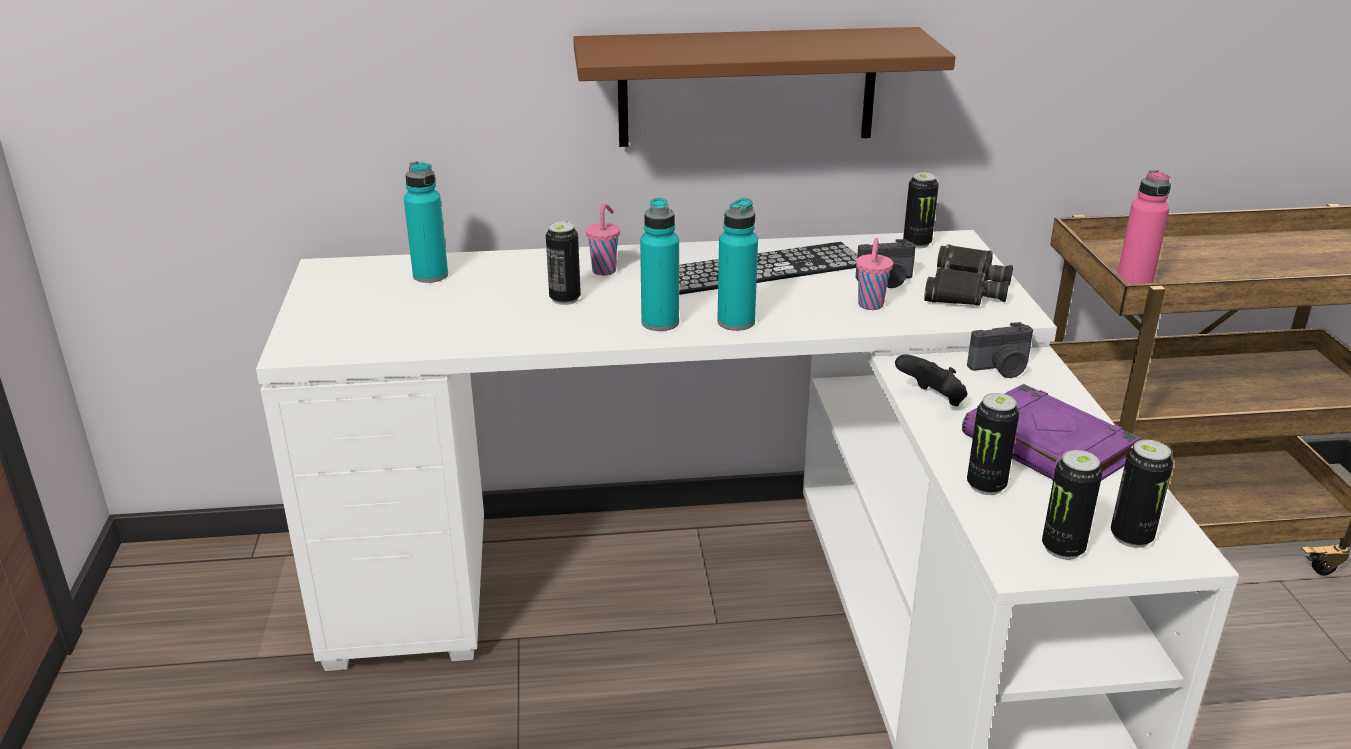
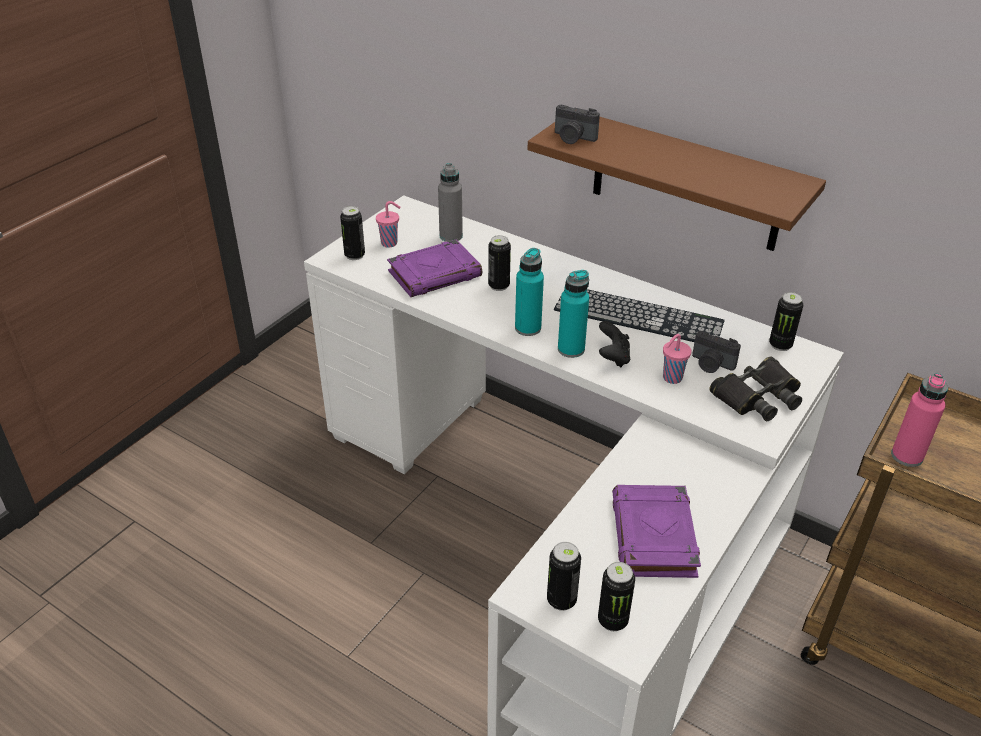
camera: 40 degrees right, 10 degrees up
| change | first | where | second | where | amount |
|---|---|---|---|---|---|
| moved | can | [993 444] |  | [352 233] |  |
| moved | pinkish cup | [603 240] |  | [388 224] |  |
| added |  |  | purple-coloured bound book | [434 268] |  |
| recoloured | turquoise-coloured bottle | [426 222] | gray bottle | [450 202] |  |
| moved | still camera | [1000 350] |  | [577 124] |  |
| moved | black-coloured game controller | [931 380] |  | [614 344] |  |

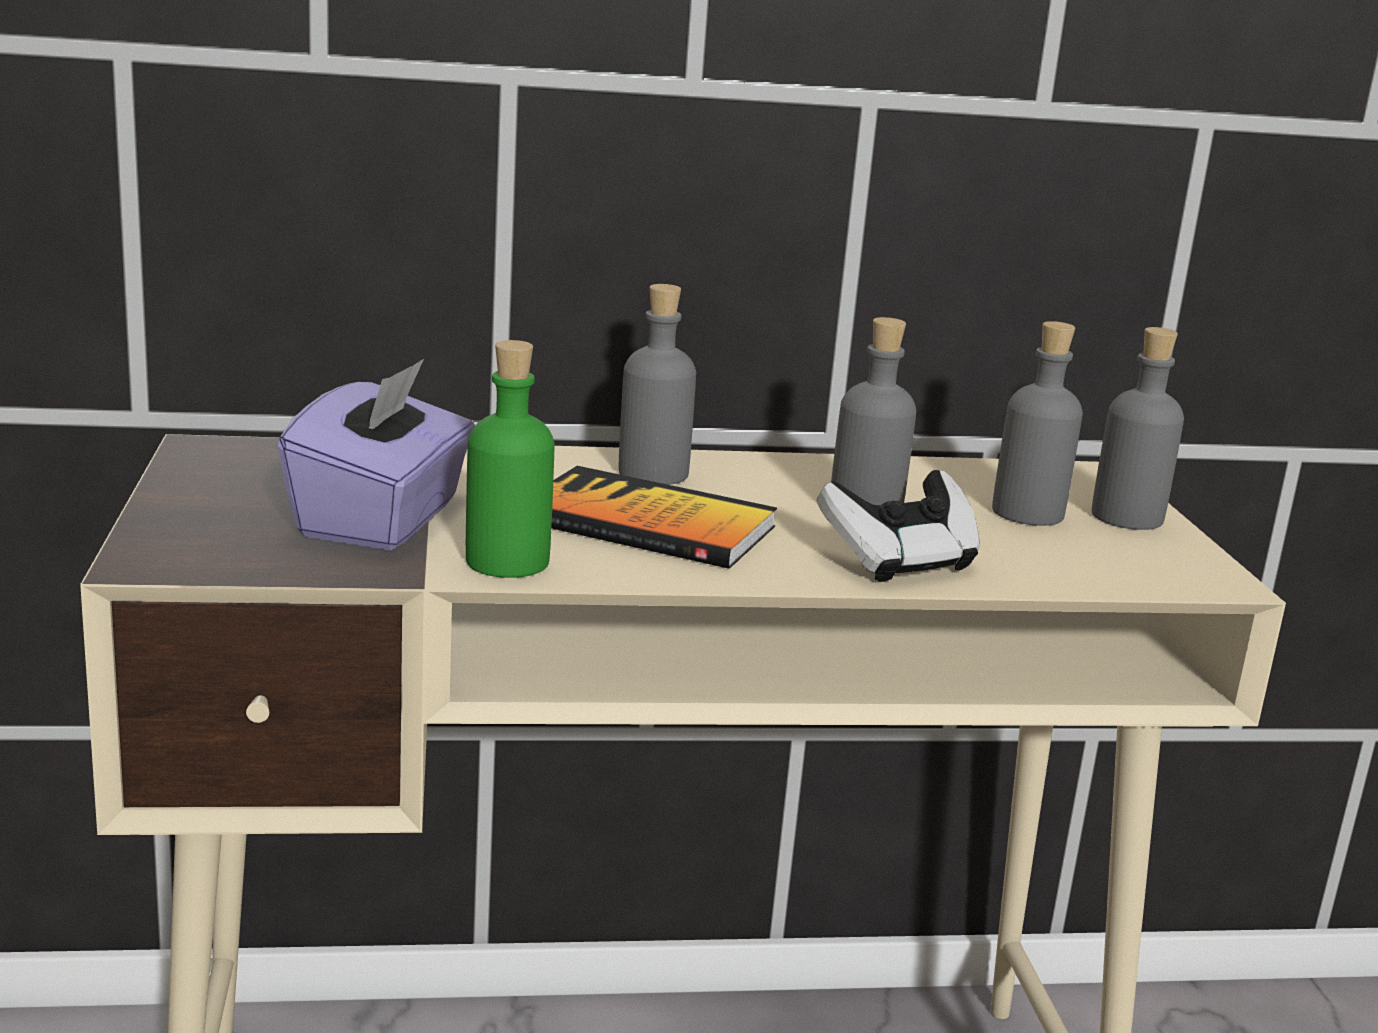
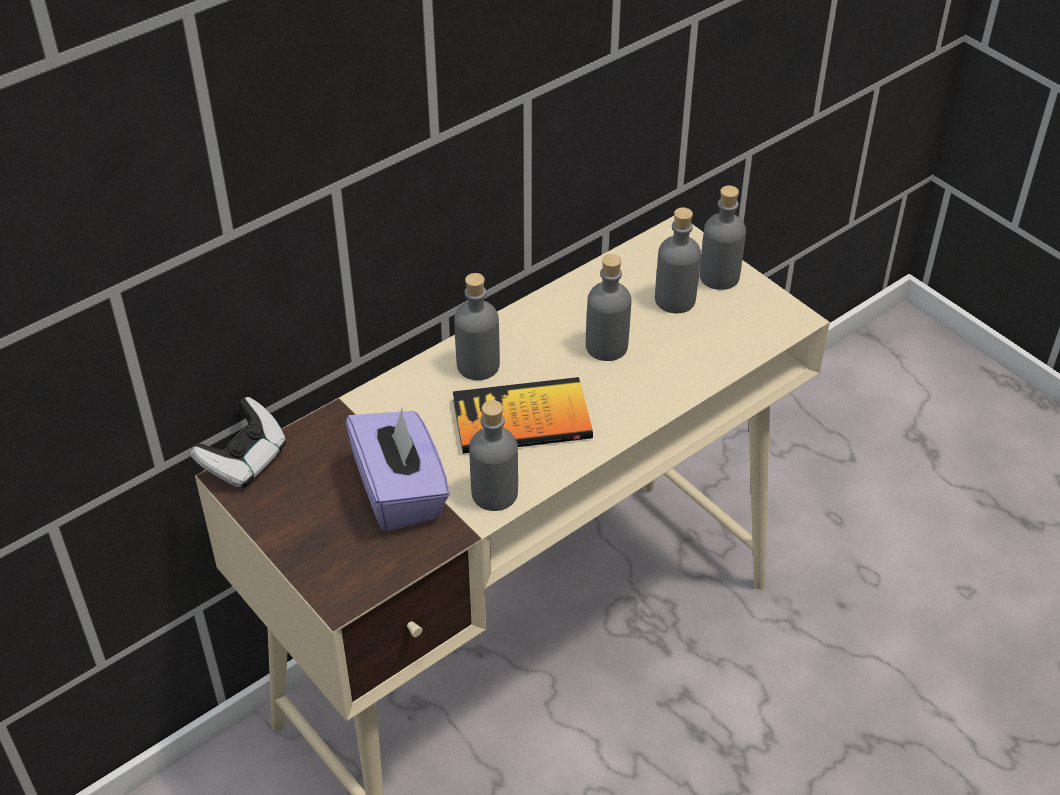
camera: 30 degrees left, 25 degrees up
| change | first | where | second | where | amount |
|---|---|---|---|---|---|
| moved | game controller | [898 526] |  | [238 443] |  |
| recoloured | greenish bottle | [510 459] | gray bottle | [493 455] |  |

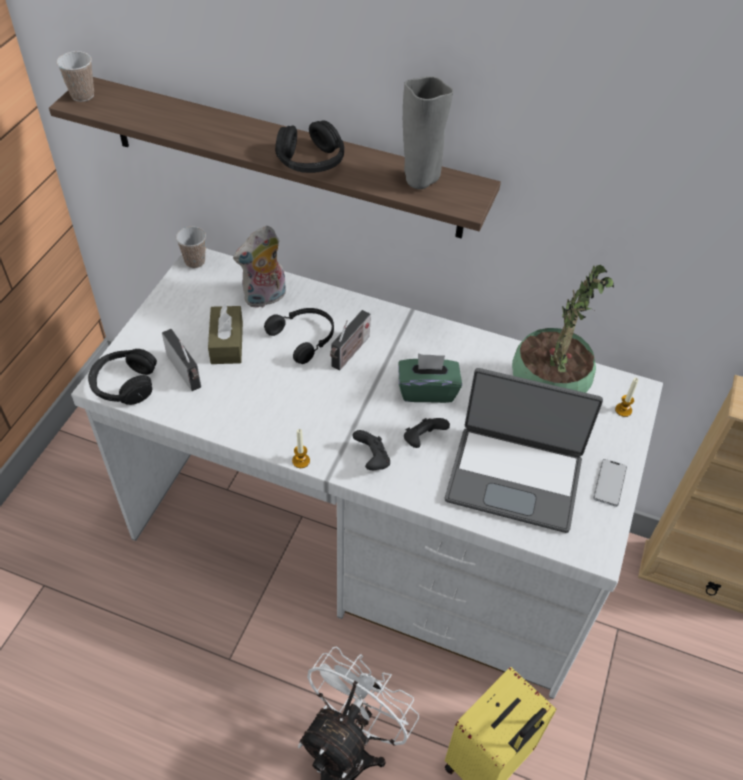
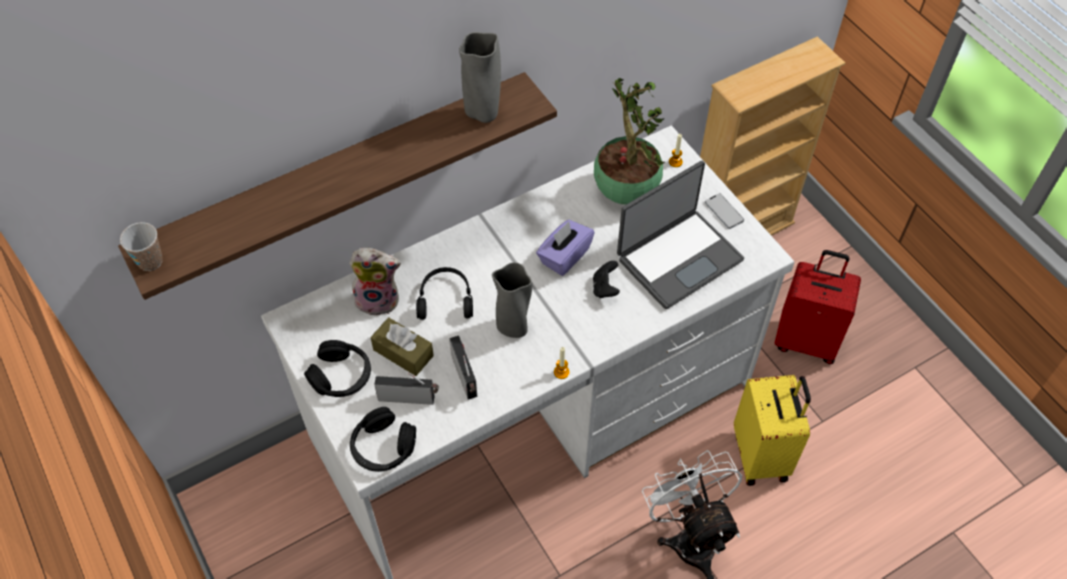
camera: 50 degrees left, 5 degrees up
| change | first | where | second | where | amount |
|---|---|---|---|---|---|
| moved | black-coloured pair of headphones | [309 146] |  | [337 368] |  |
| turned | soft toy | [259 267] |  | [375 282] | 90 degrees counterclockwise |
| moved | radio | [350 340] |  | [463 368] |  |
| added |  |  | gray flower vase | [512 300] |  |
| recoloured | greenish tissue box | [430 378] | purple-coloured tissue box | [565 248] |  |
| added |  |  | reddish travel case | [818 307] |  |
| removed | cup | [191 247] |  |  |  |
| removed | black-coloured game controller | [371 450] |  |  |  |

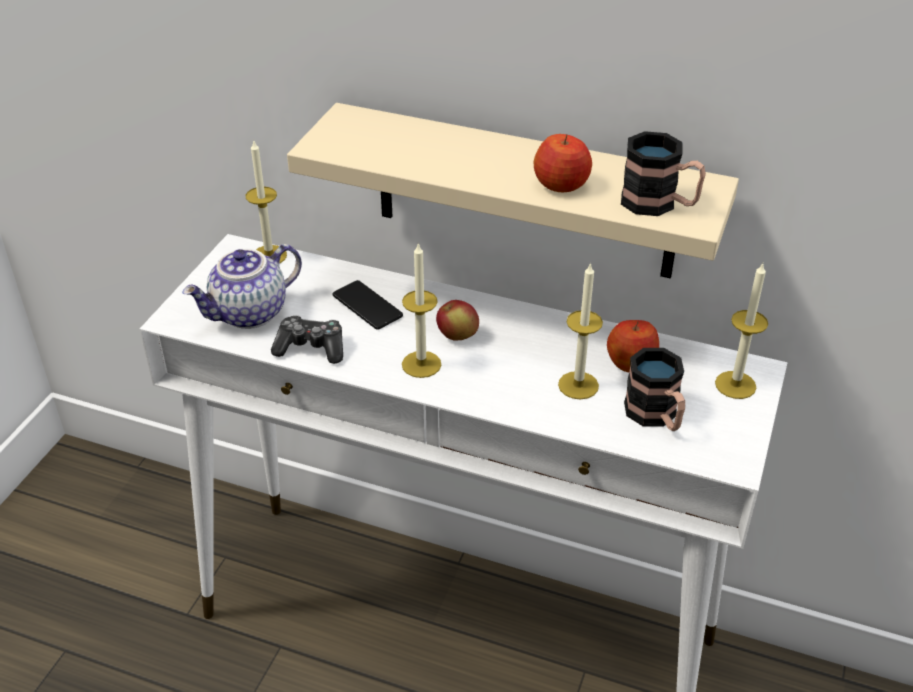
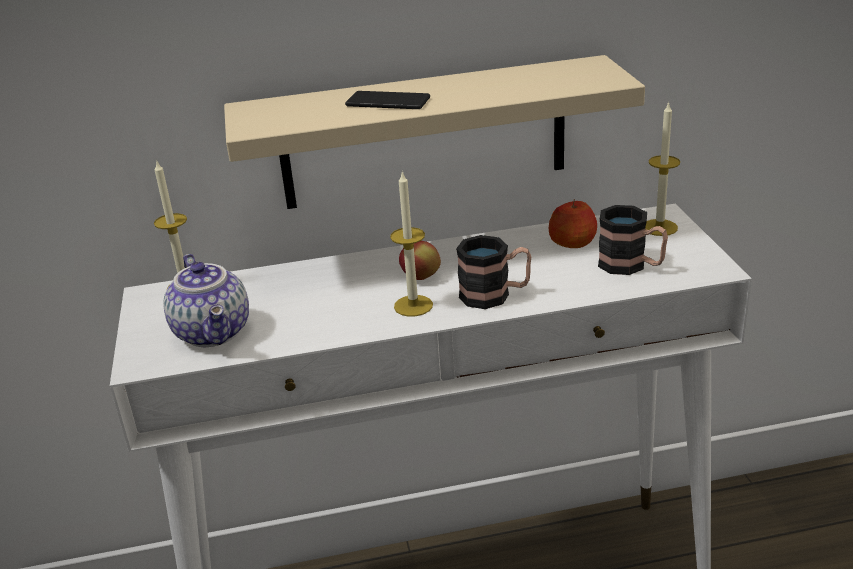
camera: 30 degrees left, 10 degrees down
| change | first | where | second | where | amount |
|---|---|---|---|---|---|
| turned | teapot | [242 286] |  | [206 300] | 45 degrees counterclockwise |
| moved | telephone | [367 305] |  | [387 100] |  |
| moved | tea mug | [663 173] |  | [493 272] |  |
| removed | game controller | [307 339] |  |  |  |
| removed | apple | [562 163] |  |  |  |
| removed | wax candle | [580 330] |  |  |  |

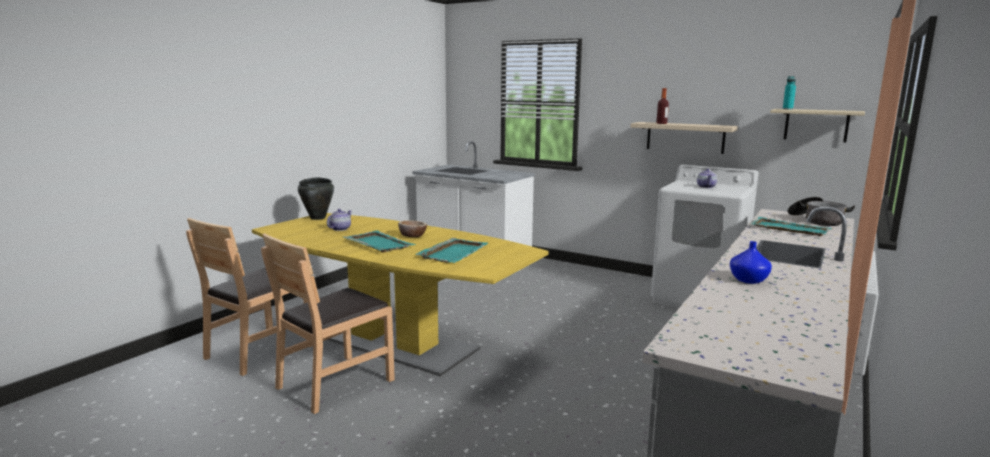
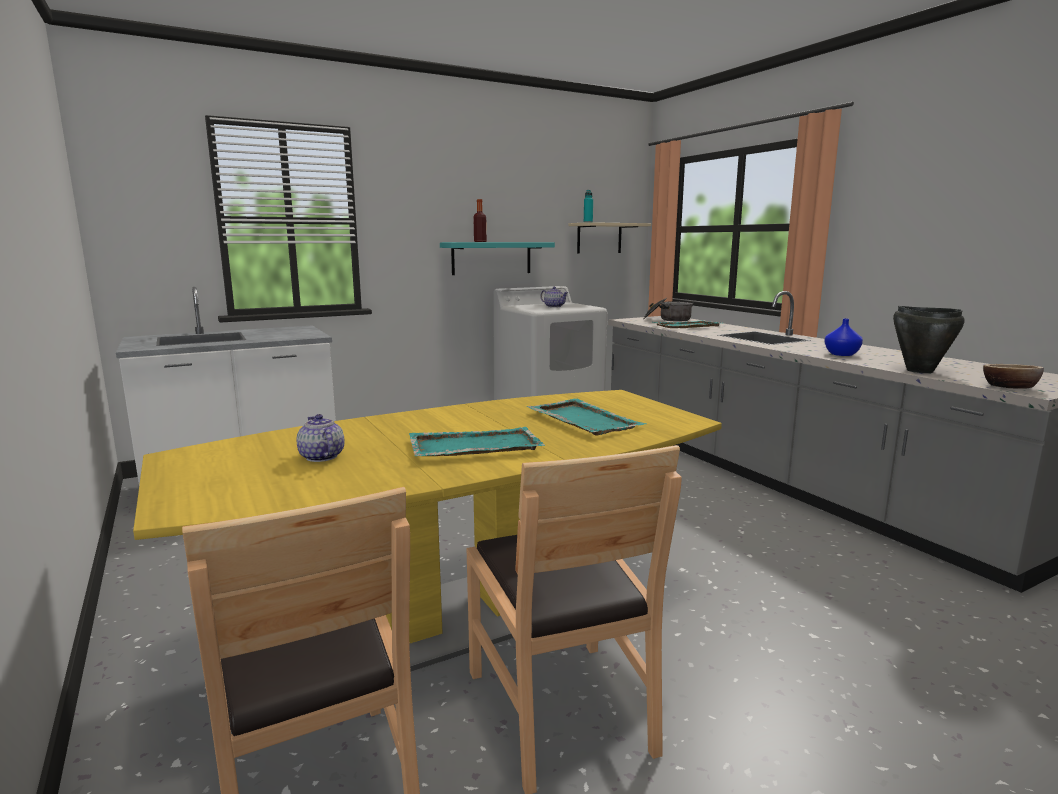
camera: 60 degrees left, 0 degrees up
| change | first | where | second | where | amount |
|---|---|---|---|---|---|
| recoloured | sand-coloured bracket shelf | [684 138] | turquoise-coloured bracket shelf | [497 258] |  |
| moved | black-coloured stockpot | [316 199] |  | [929 339] |  |
| moved | deep dish | [412 228] |  | [1013 376] |  |

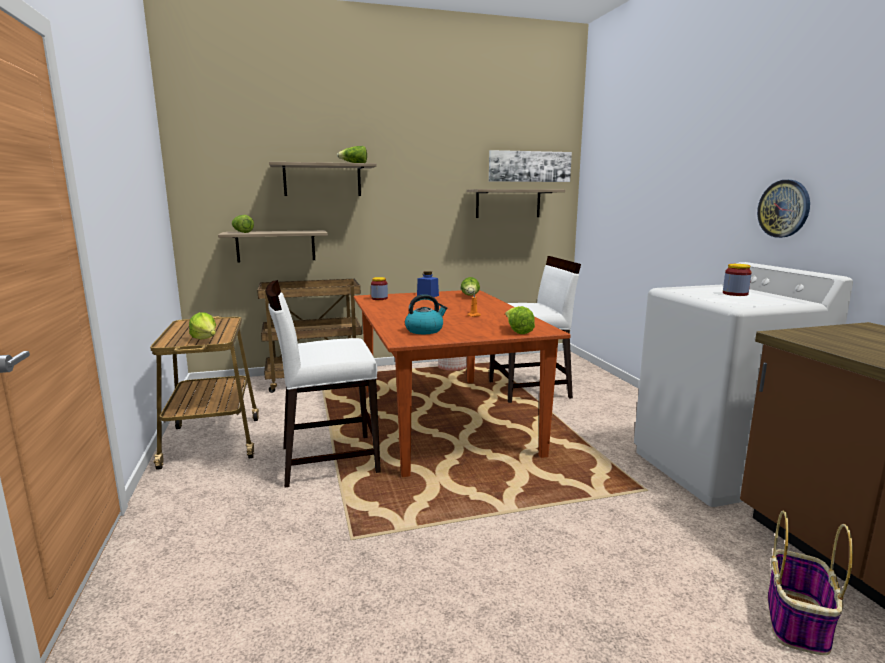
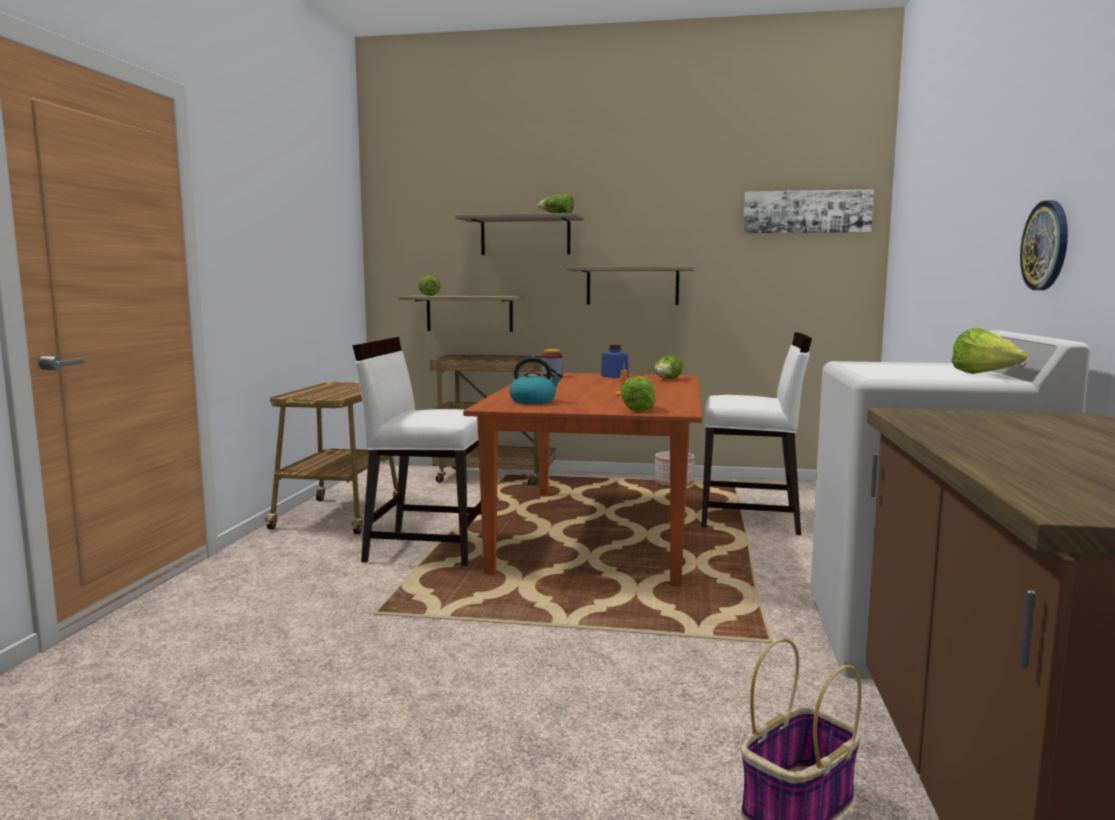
camera: 25 degrees right, 5 degrees down
| change | first | where | second | where | amount |
|---|---|---|---|---|---|
| moved | bracket shelf | [516 203] |  | [630 285] |  |
| moved | head of lettuce | [202 326] |  | [989 351] |  |
| removed | preserve jar | [737 280] |  |  |  |

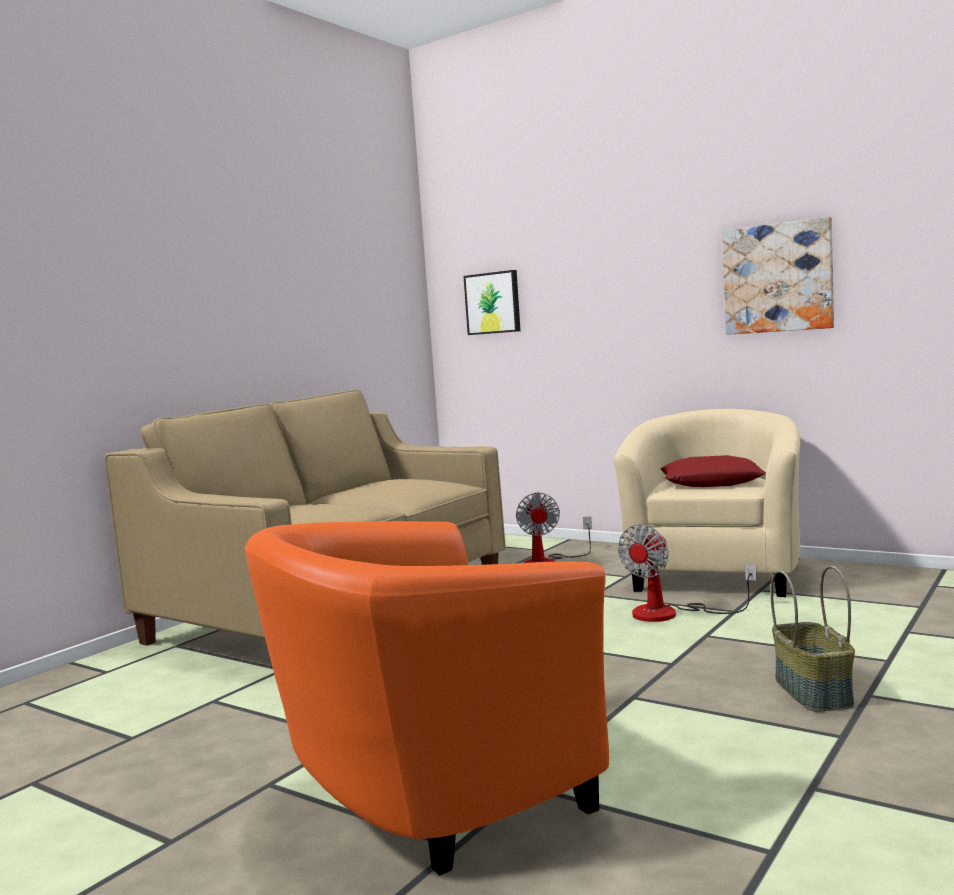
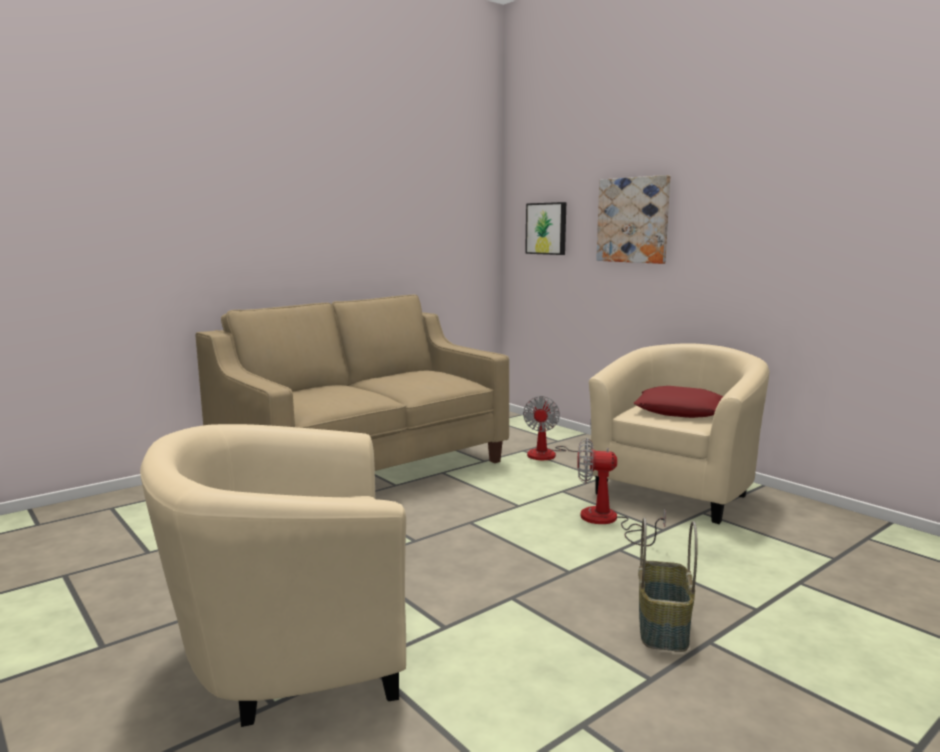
camera: 15 degrees right, 5 degrees up
| change | first | where | second | where | amount |
|---|---|---|---|---|---|
| recoloured | orange armchair | [427 698] | sand-coloured armchair | [273 575] |  |
| turned | fan | [687 573] |  | [621 492] | 45 degrees clockwise |
| moved | picture | [778 276] |  | [633 219] |  |

